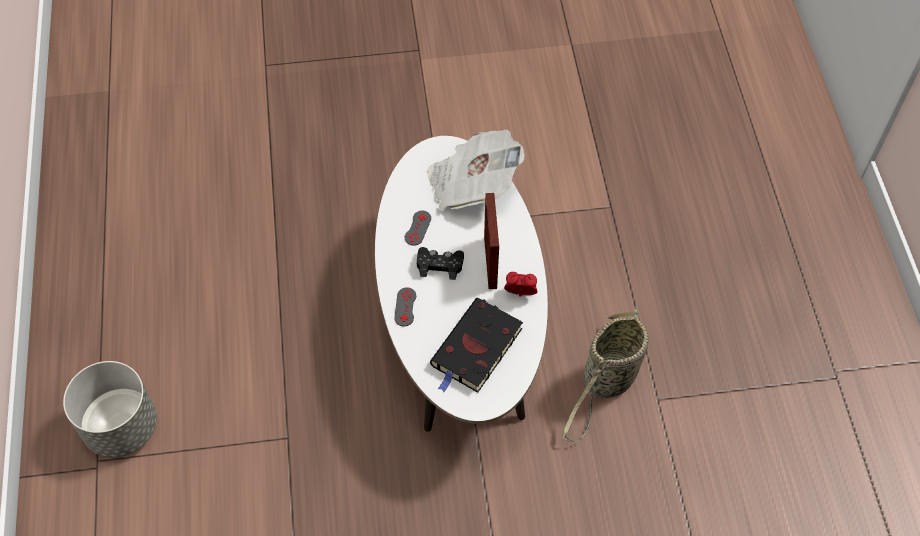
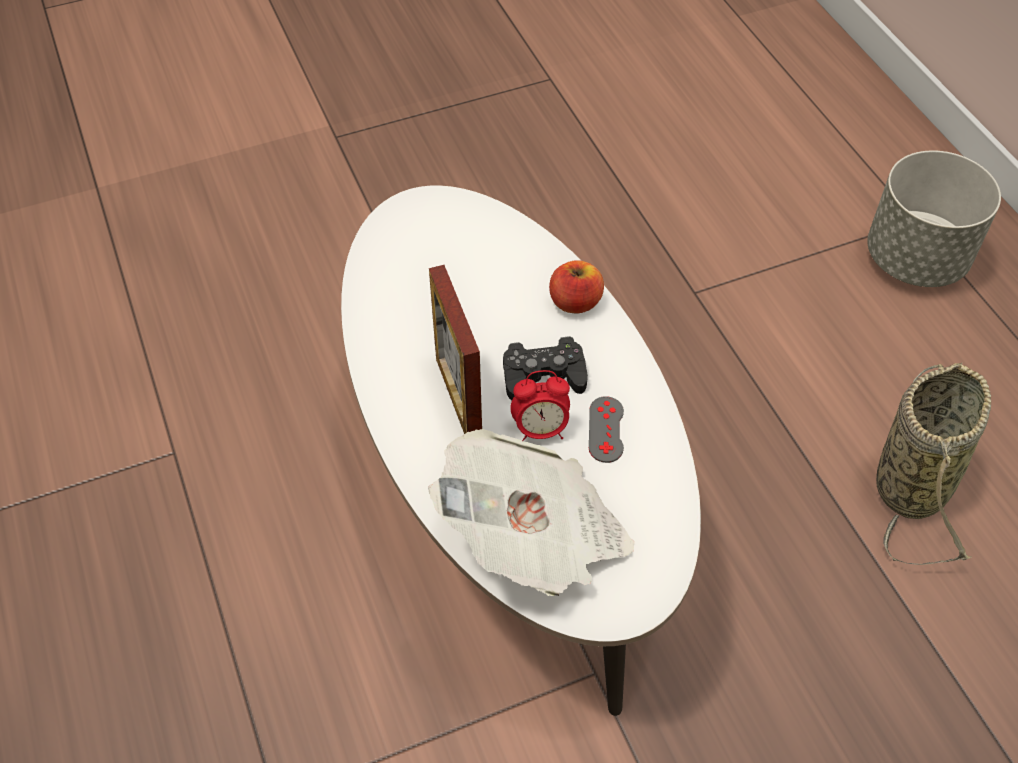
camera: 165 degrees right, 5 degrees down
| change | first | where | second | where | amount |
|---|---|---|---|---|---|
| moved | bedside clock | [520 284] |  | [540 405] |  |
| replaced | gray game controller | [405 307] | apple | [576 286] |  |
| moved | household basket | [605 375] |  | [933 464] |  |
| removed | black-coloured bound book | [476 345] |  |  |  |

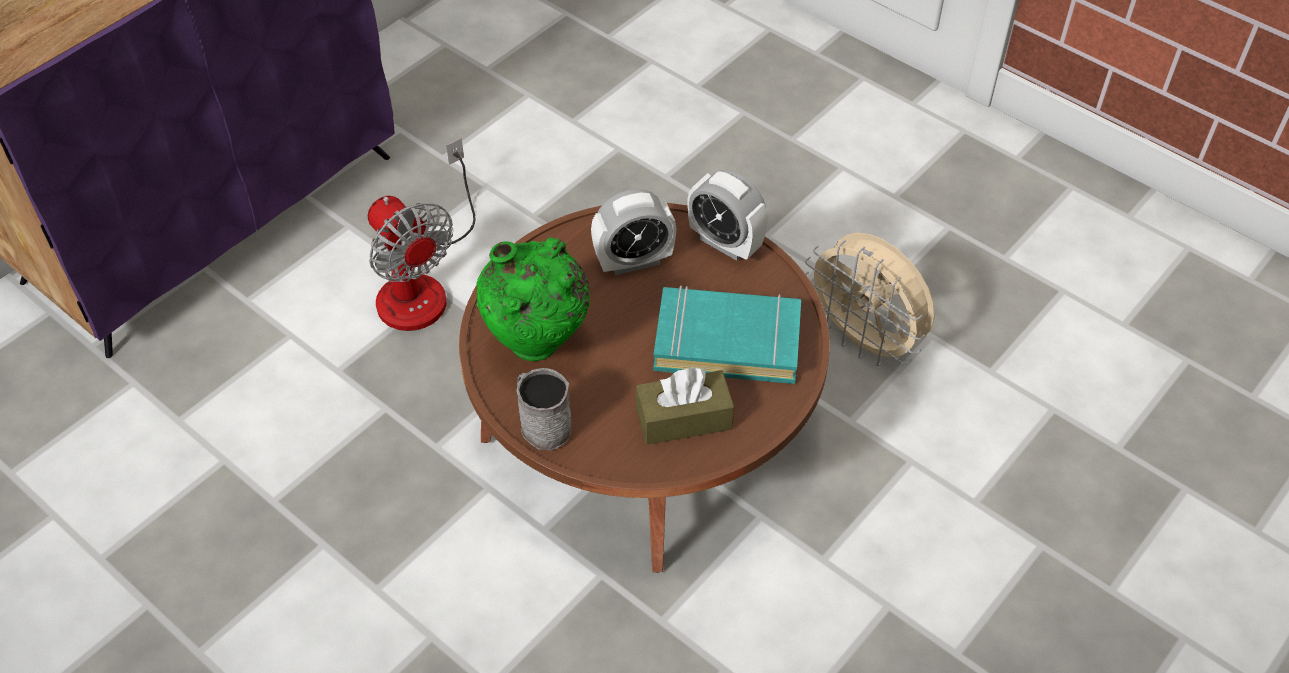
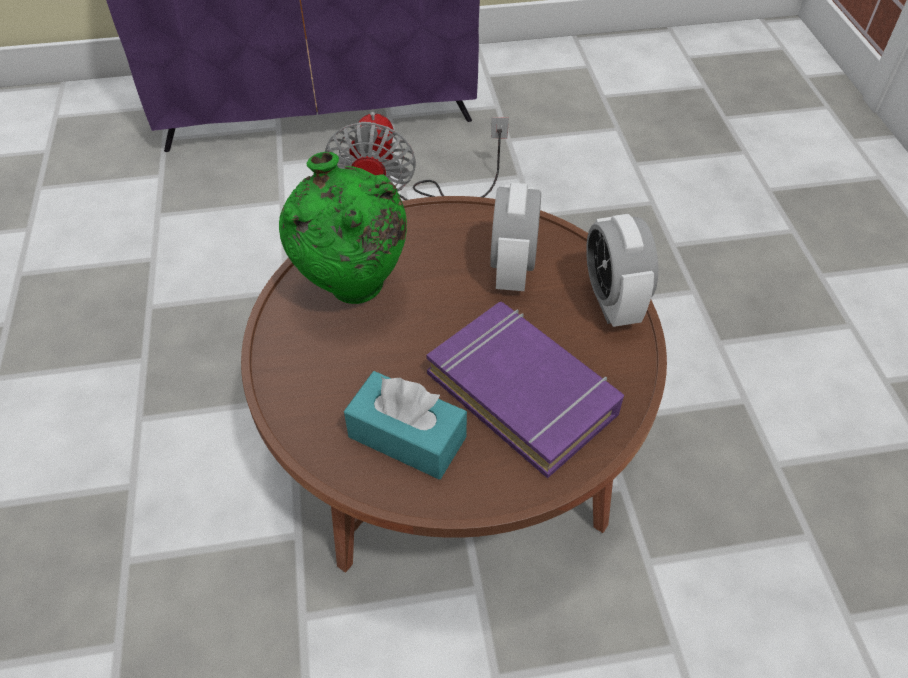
camera: 40 degrees right, 0 degrees up
| change | first | where | second | where | amount |
|---|---|---|---|---|---|
| recoloured | brownish tissue box | [685 406] | turquoise-coloured tissue box | [405 425] |  |
| recoloured | turquoise-coloured bound book | [727 335] | purple-coloured bound book | [525 390] |  |
| turned | bedside clock | [633 232] |  | [515 237] | 75 degrees clockwise |
| removed | gray tea mug | [544 409] |  |  |  |
| removed | sand-coloured fan | [870 299] |  |  |  |

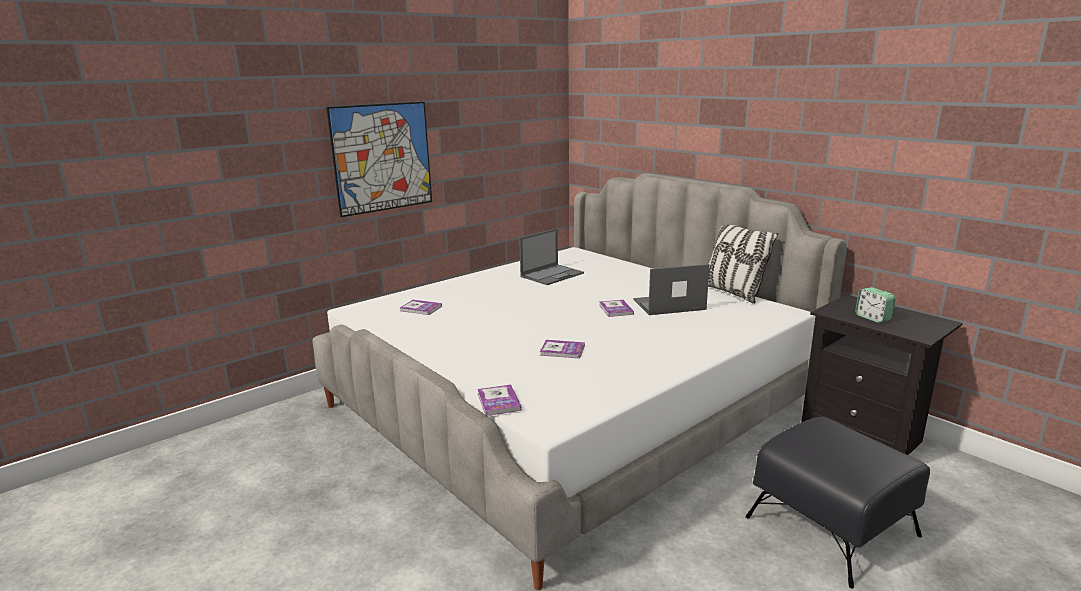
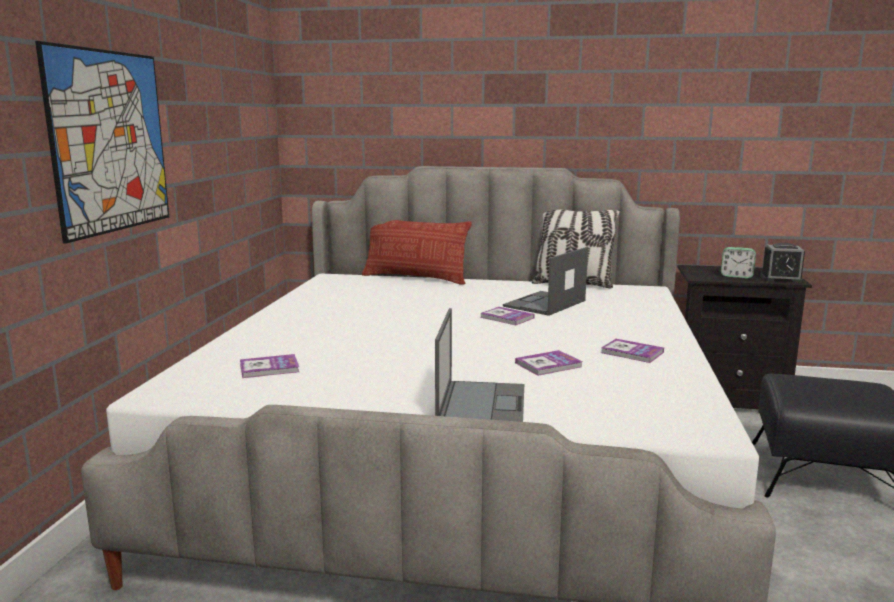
camera: 40 degrees left, 5 degrees down
| change | first | where | second | where | amount |
|---|---|---|---|---|---|
| added |  |  | pillow | [417 252] |  |
| moved | laptop | [551 257] |  | [479 365] |  |
| moved | bound book | [499 400] |  | [632 351] |  |
| added |  |  | bedside clock | [782 263] |  |

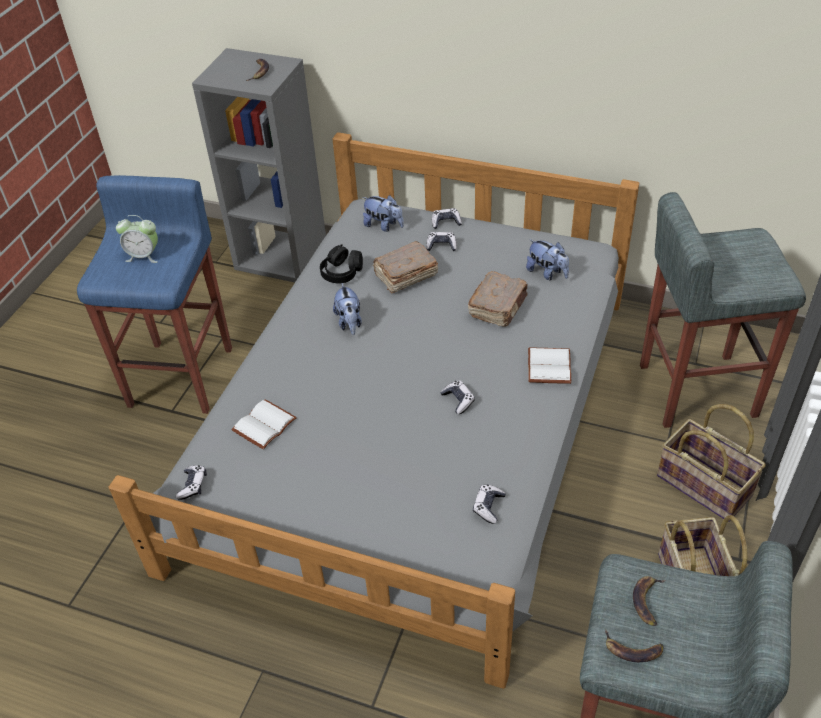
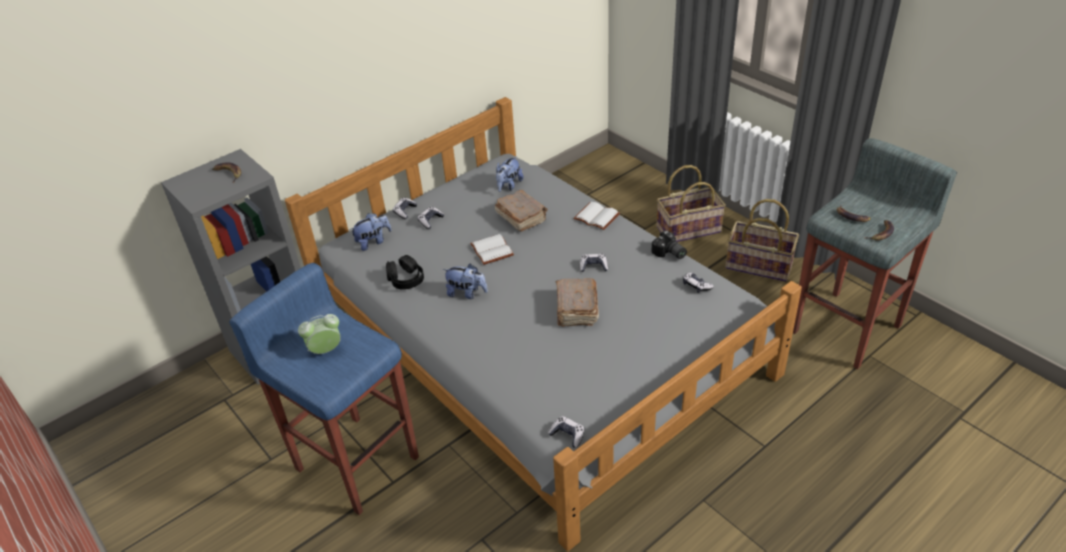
camera: 60 degrees left, 5 degrees down
| change | first | where | second | where | amount |
|---|---|---|---|---|---|
| turned | bedside clock | [137 239] |  | [319 334] | 150 degrees counterclockwise |
| moved | white-coloured bound book | [264 424] |  | [492 249] |  |
| turned | soft toy | [547 259] |  | [509 174] | 135 degrees clockwise |
| moved | brownish bound book | [405 267] |  | [577 302] |  |
| added |  |  | still camera | [669 244] |  |
| removed | gray stool seat | [723 310] |  |  |  |

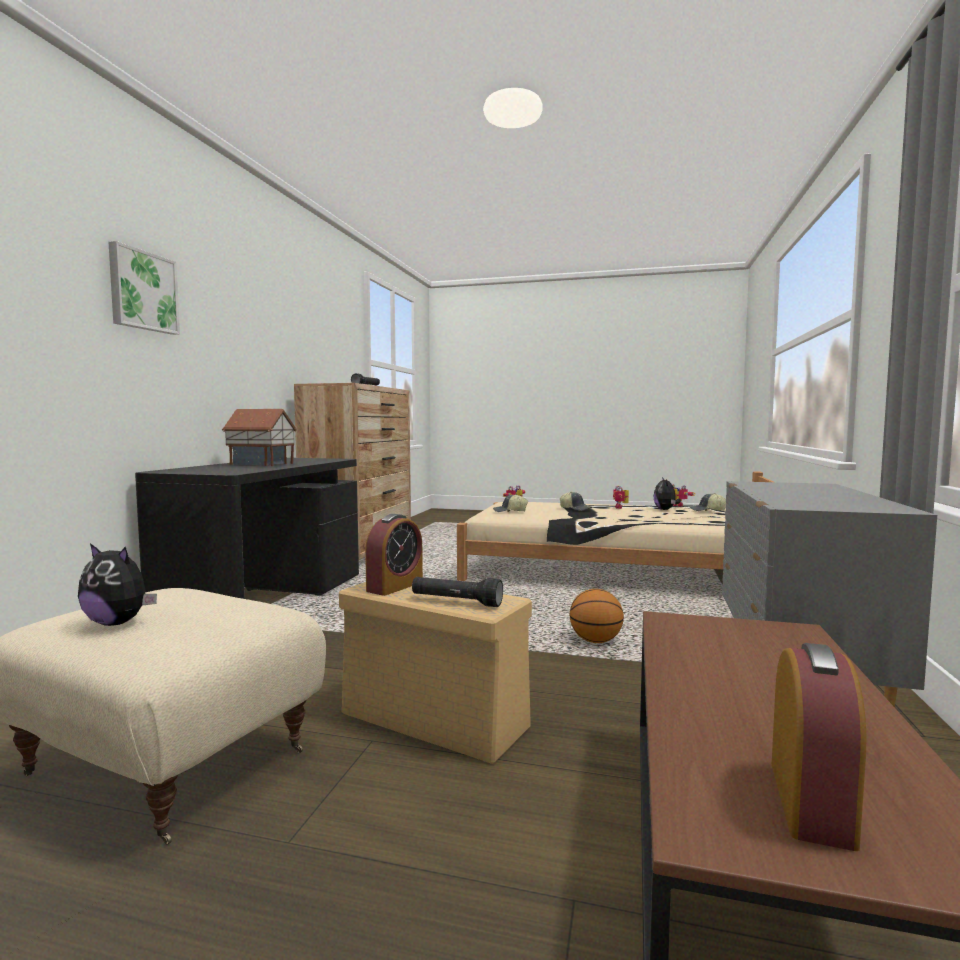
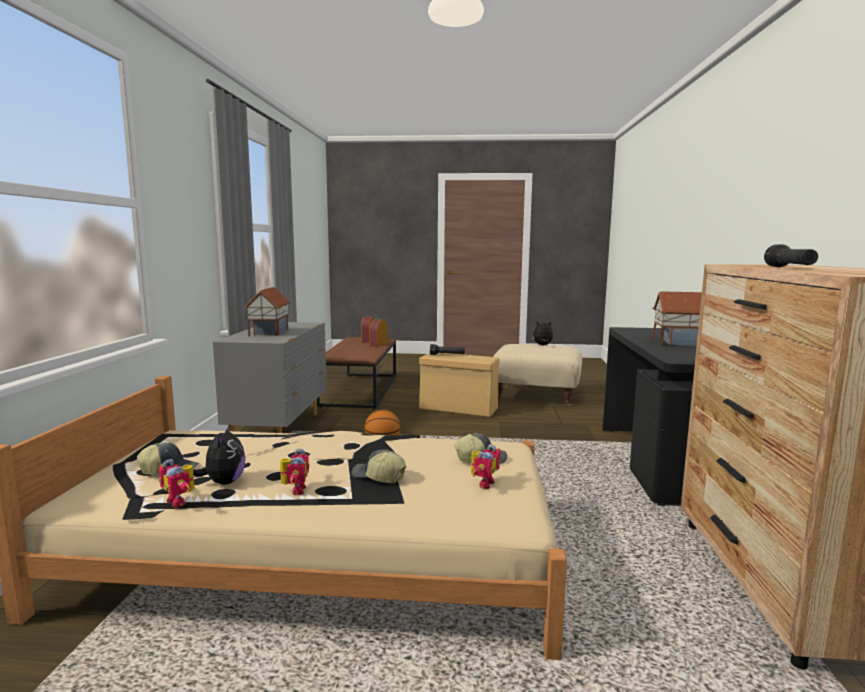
camera: 170 degrees right, 5 degrees up
| change | first | where | second | where | amount |
|---|---|---|---|---|---|
| added |  |  | model house | [267 311] |  |
| moved | bedside clock | [394 555] |  | [378 332] |  |
| removed | picture | [144 288] |  |  |  |

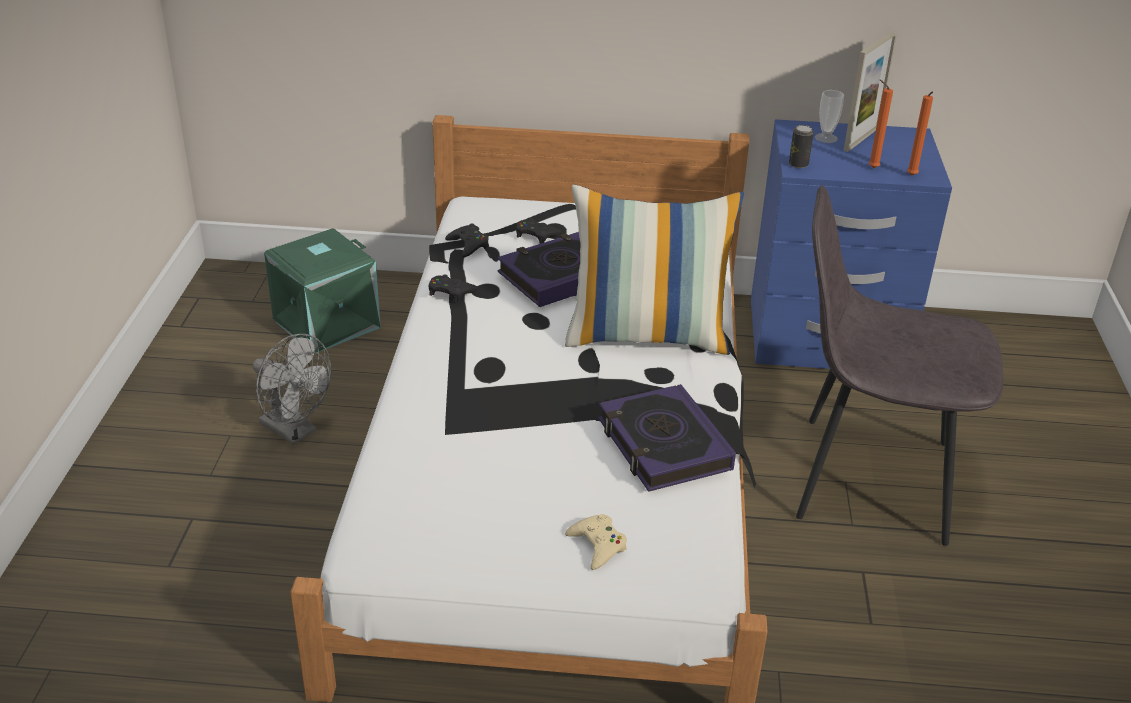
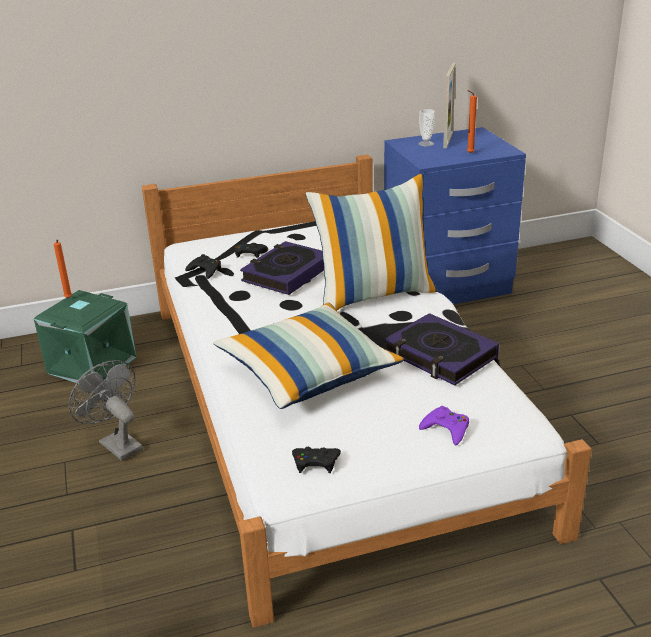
camera: 20 degrees left, 5 degrees down
| change | first | where | second | where | amount |
|---|---|---|---|---|---|
| moved | orange wax candle | [920 133] |  | [63 269] |  |
| turned | gray fan | [292 389] |  | [106 410] | 150 degrees counterclockwise |
| added |  |  | pillow | [309 356] |  |
| moved | black-coloured game controller | [453 289] |  | [316 460] |  |
| recoloured | sand-coloured game controller | [596 542] | purple-coloured game controller | [444 425] |  |
| removed | can | [801 146] |  |  |  |
| removed | gray chair | [899 365] |  |  |  |

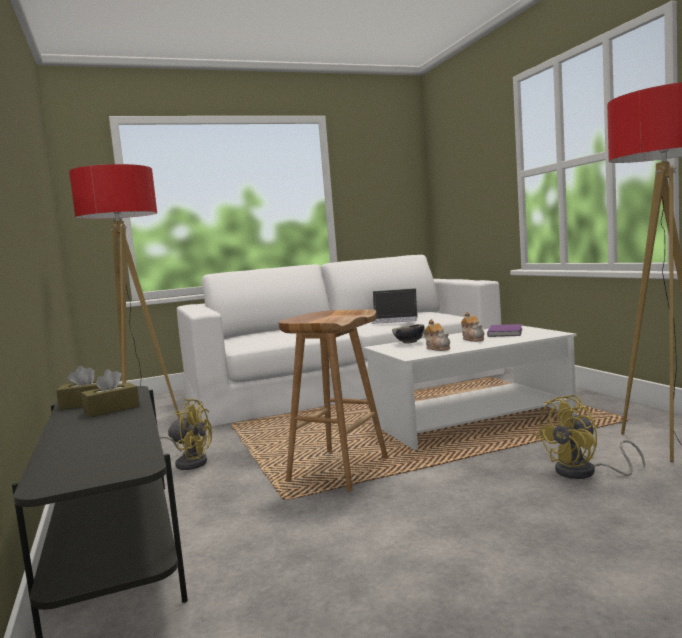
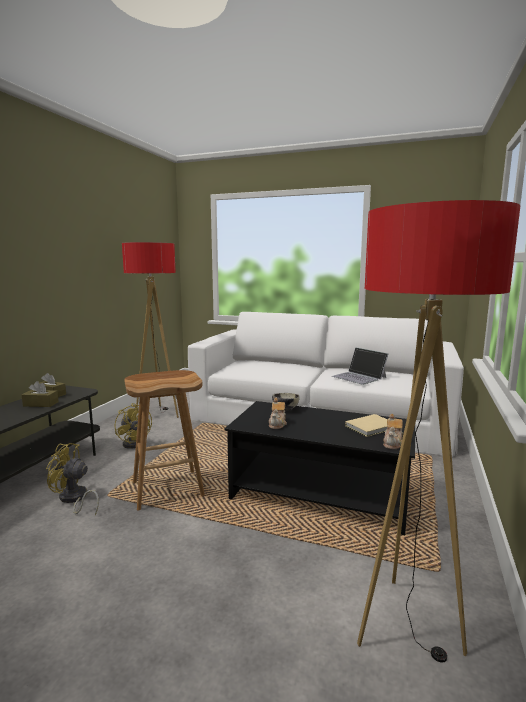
camera: 40 degrees right, 5 degrees up
| change | first | where | second | where | amount |
|---|---|---|---|---|---|
| moved | yellow-coloured fan | [590 437] |  | [72 479] |  |
| recoloured | white-coloured lounge table | [470 388] | black-coloured lounge table | [320 468] |  |
| recoloured | purple-coloured bound book | [504 330] | sand-coloured bound book | [366 425] |  |
| moved | teapot | [473 327] |  | [393 431] |  |

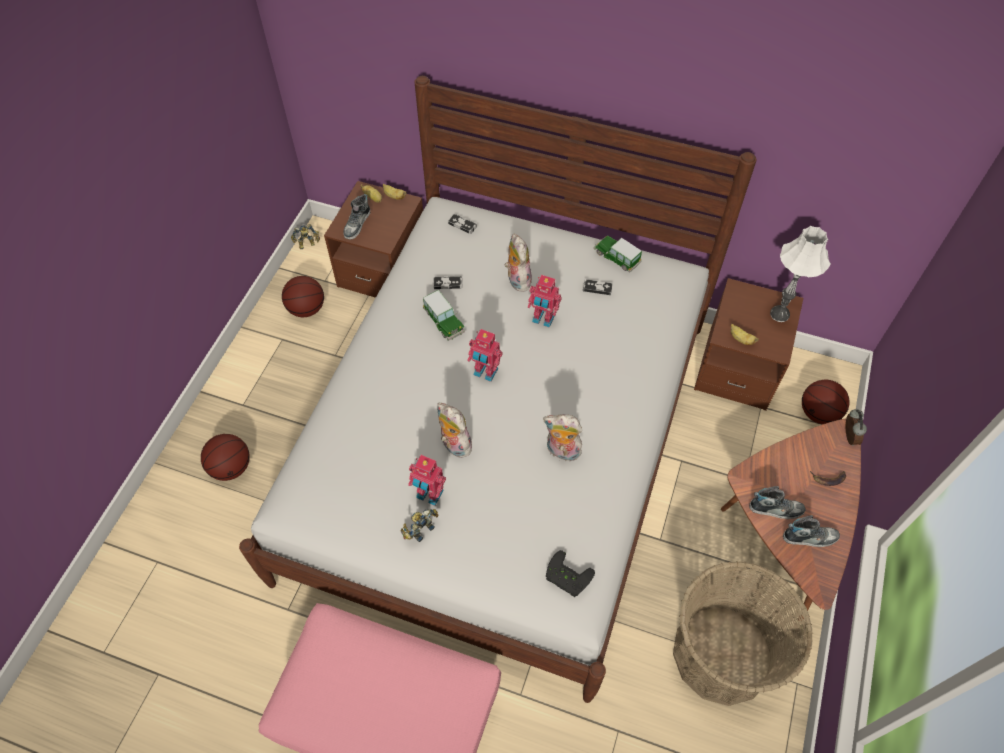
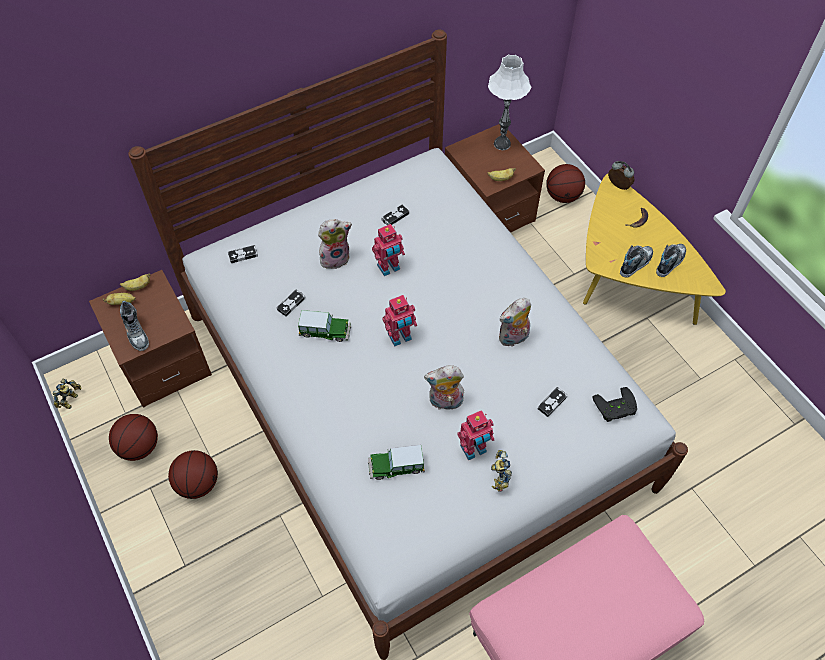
camera: 50 degrees left, 0 degrees up
| change | first | where | second | where | amount |
|---|---|---|---|---|---|
| moved | basketball | [225 457] |  | [193 474] |  |
| turned | soft toy | [518 263] |  | [335 244] | 135 degrees clockwise |
| moved | model car | [617 254] |  | [396 462] |  |
| added |  |  | game controller | [553 402] |  |
| recoloured | brownish lounge table | [791 519] | yellow-coloured lounge table | [654 249] |  |
| removed | household basket | [743 633] |  |  |  |

